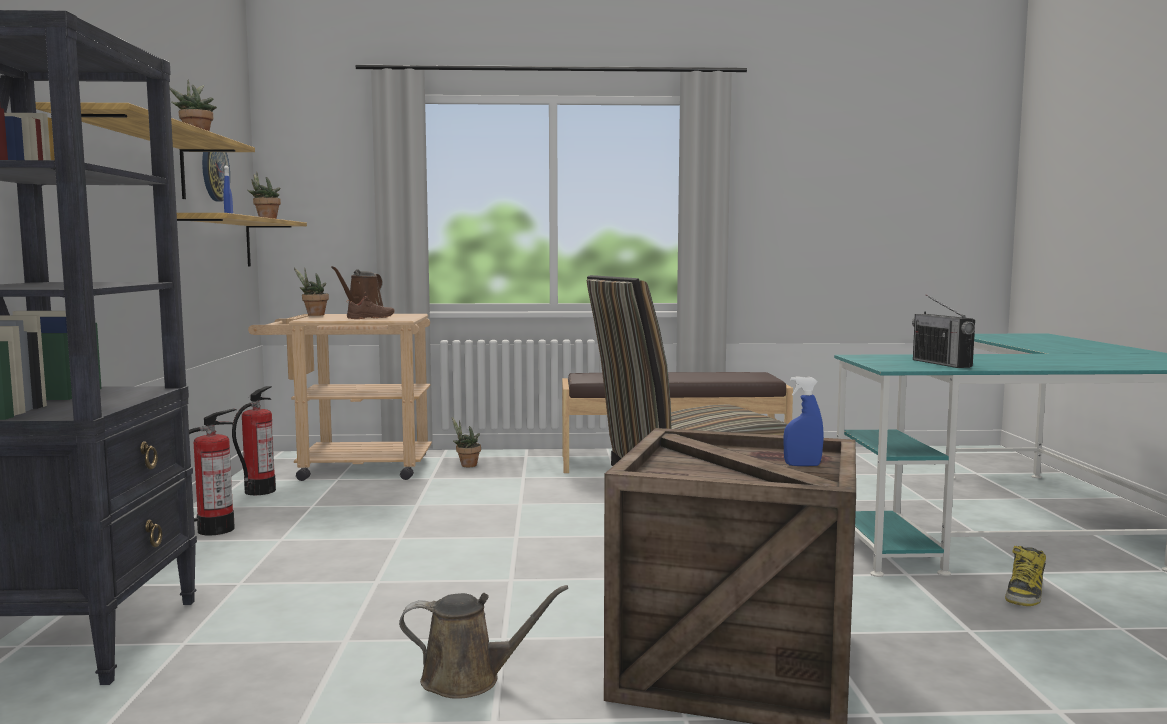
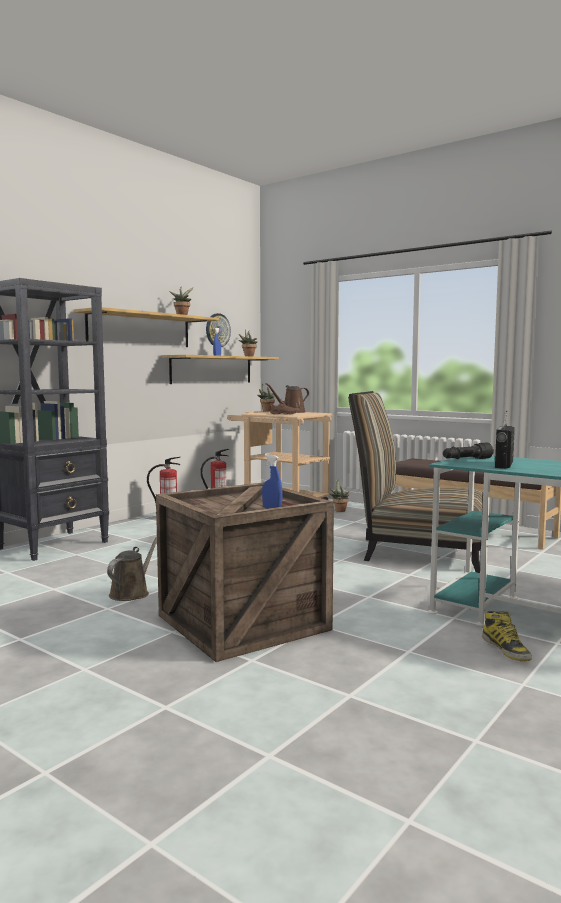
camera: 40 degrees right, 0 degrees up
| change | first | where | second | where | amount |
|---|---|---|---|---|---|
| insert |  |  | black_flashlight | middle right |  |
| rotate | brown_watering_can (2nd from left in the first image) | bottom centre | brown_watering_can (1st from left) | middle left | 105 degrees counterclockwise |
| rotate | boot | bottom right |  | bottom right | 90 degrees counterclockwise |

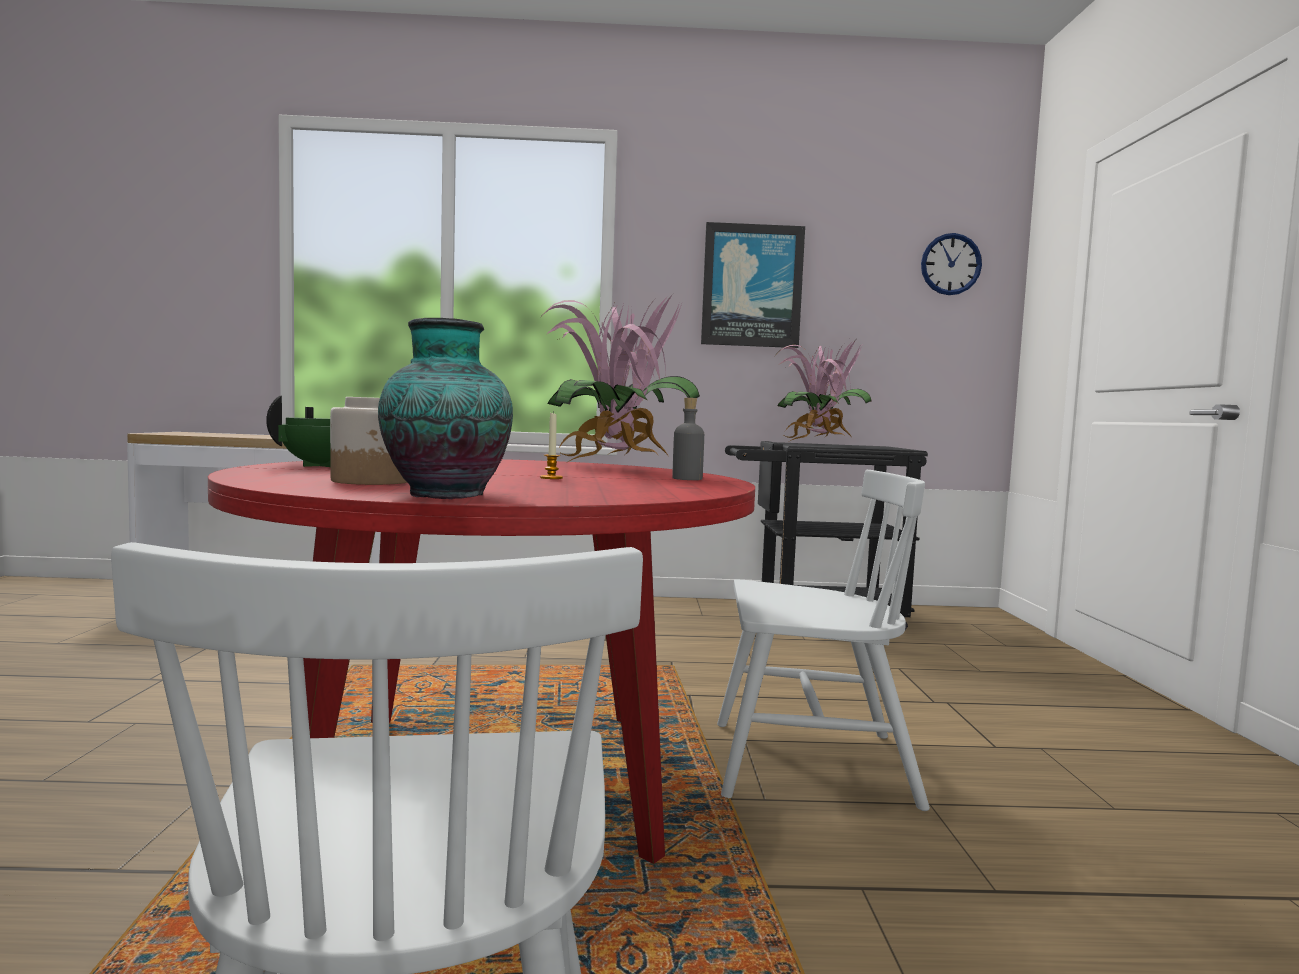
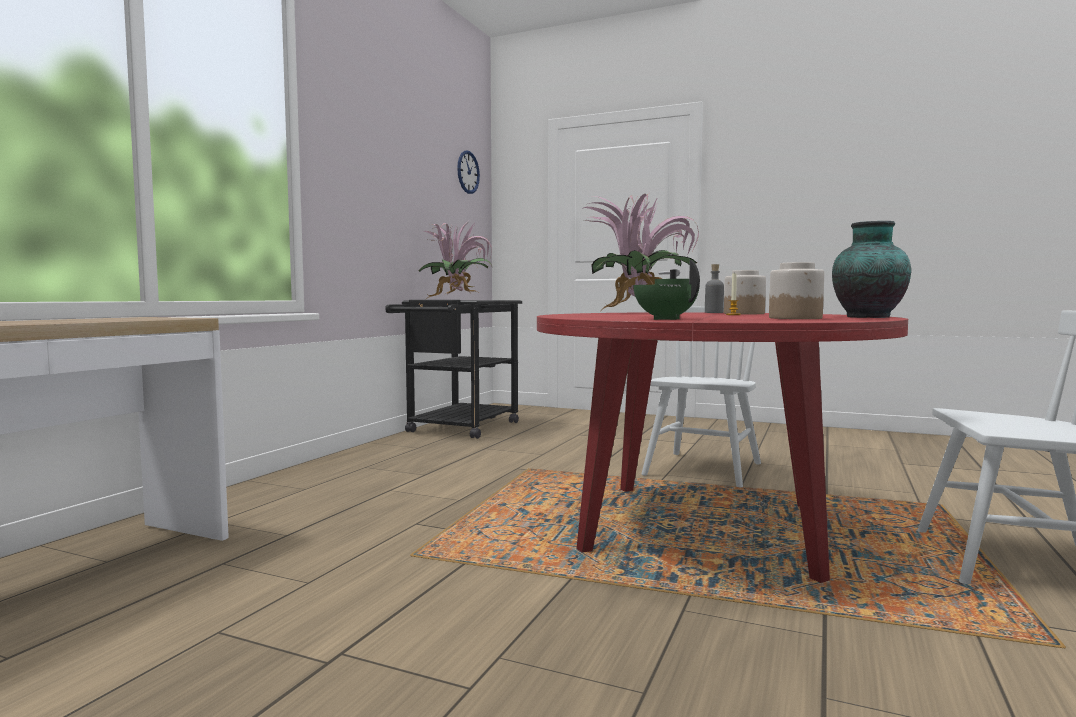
camera: 65 degrees left, 0 degrees up
| change | first | where | second | where | amount |
|---|---|---|---|---|---|
| delete | picture | top centre |  |  |  |
| insert |  |  | jar (1st from left) | middle right |  |

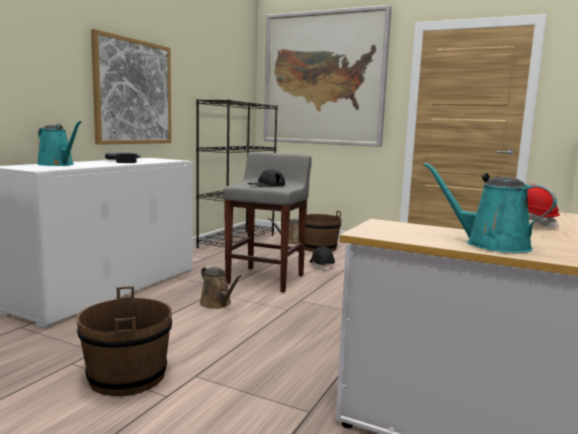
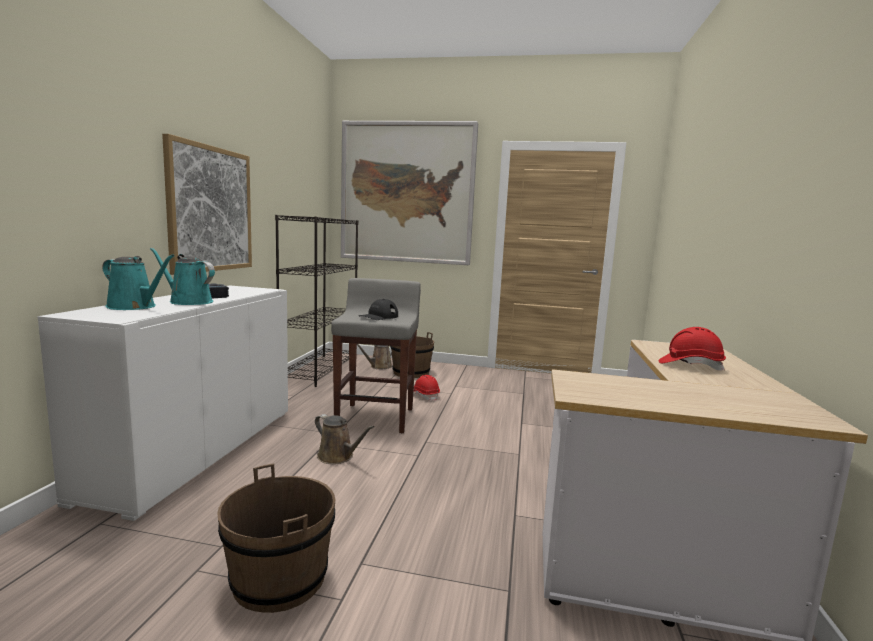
camera: 15 degrees left, 0 degrees up
| change | first | where | second | where | amount |
|---|---|---|---|---|---|
| move | turquoise_watering_can (2nd from left) | middle right |  | middle left |  |
| recolor | black_hard_hat | centre | red_hard_hat (1st from left) | centre |  |

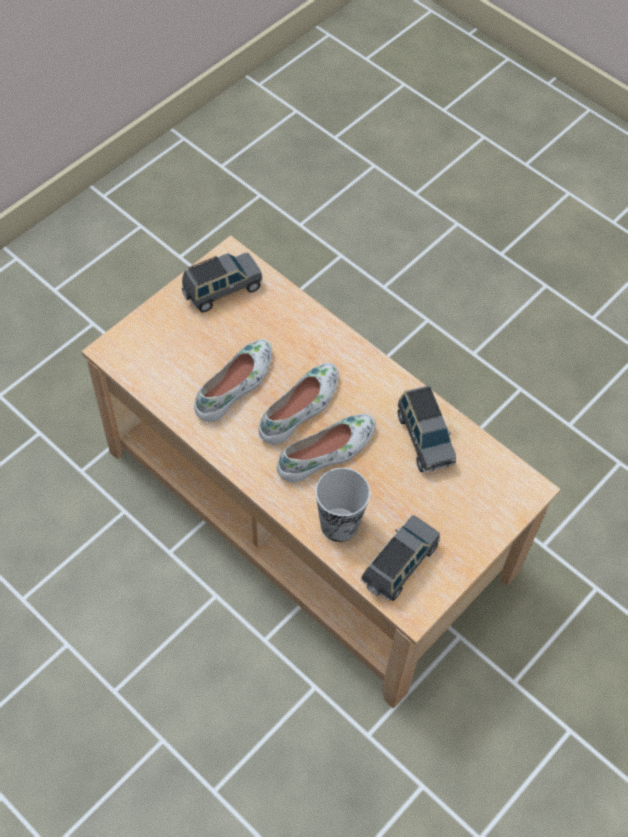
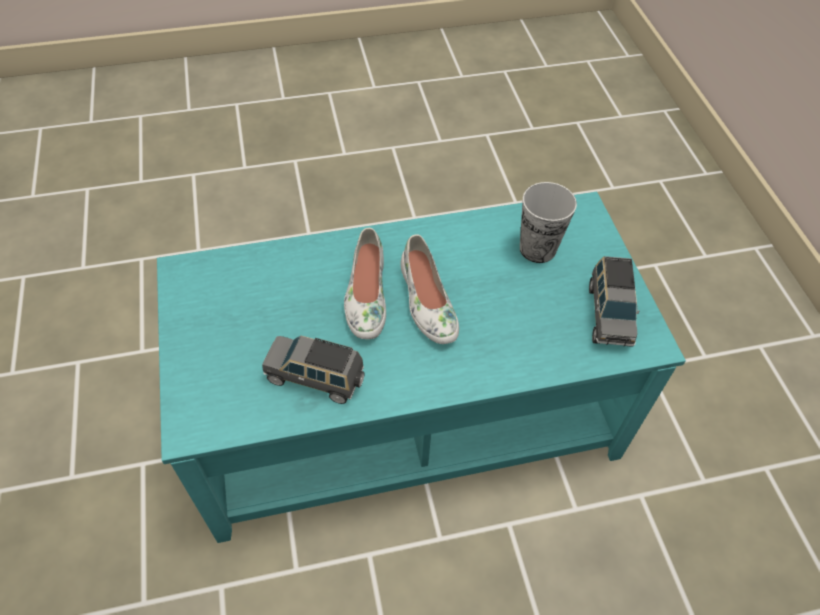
camera: 125 degrees right, 5 degrees down
| change | first | where | second | where | amount |
|---|---|---|---|---|---|
| delete | white_shoe (1st from left) | centre |  |  |  |
| delete | grey_toy_car (2nd from left) | bottom centre |  |  |  |
| move | cup | centre |  | middle right |  |
| recolor | beige_coffee_table | centre | turquoise_coffee_table | centre |  |

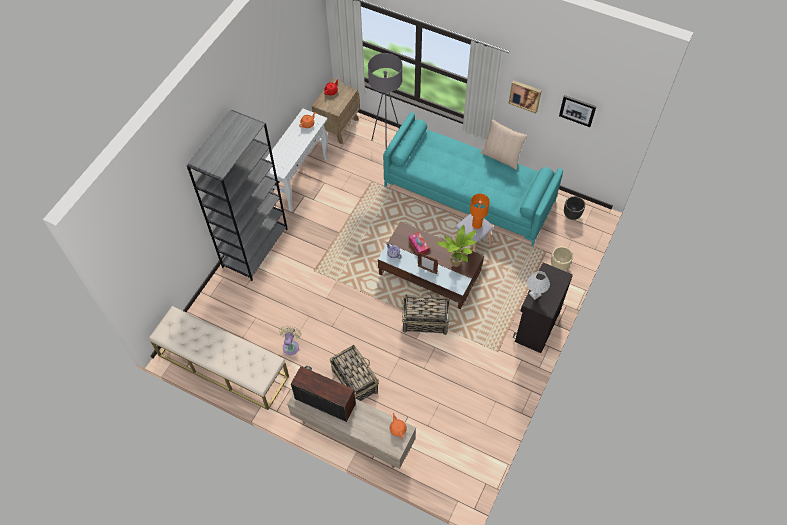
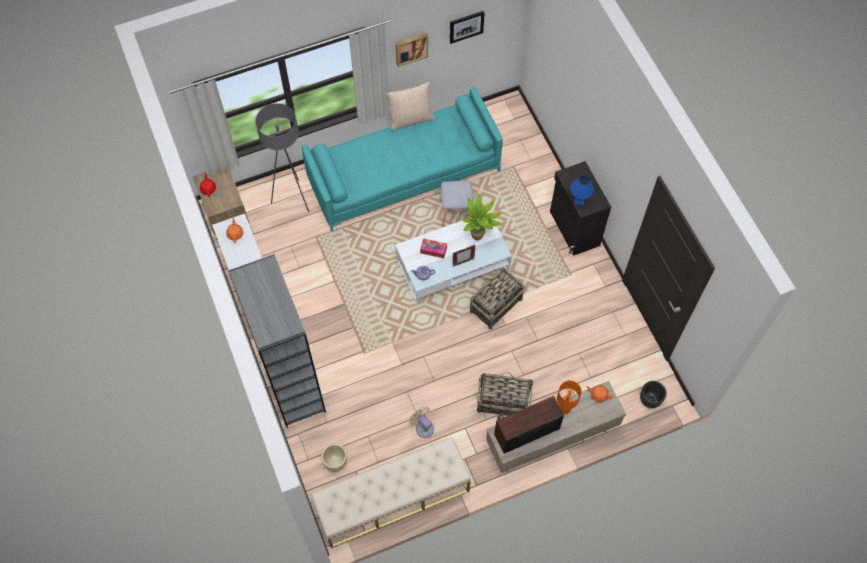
camera: 50 degrees left, 5 degrees up
| change | first | where | second | where | amount |
|---|---|---|---|---|---|
| move | orange_table_lamp | centre |  | bottom centre |  |
| move | beige_planter | middle right |  | bottom centre |  |
| move | black_planter | middle right |  | bottom right |  |
| recolor | brown_coffee_table | centre | white_coffee_table | centre |  |
| recolor | white_table_lamp | middle right | blue_table_lamp | middle right |  |

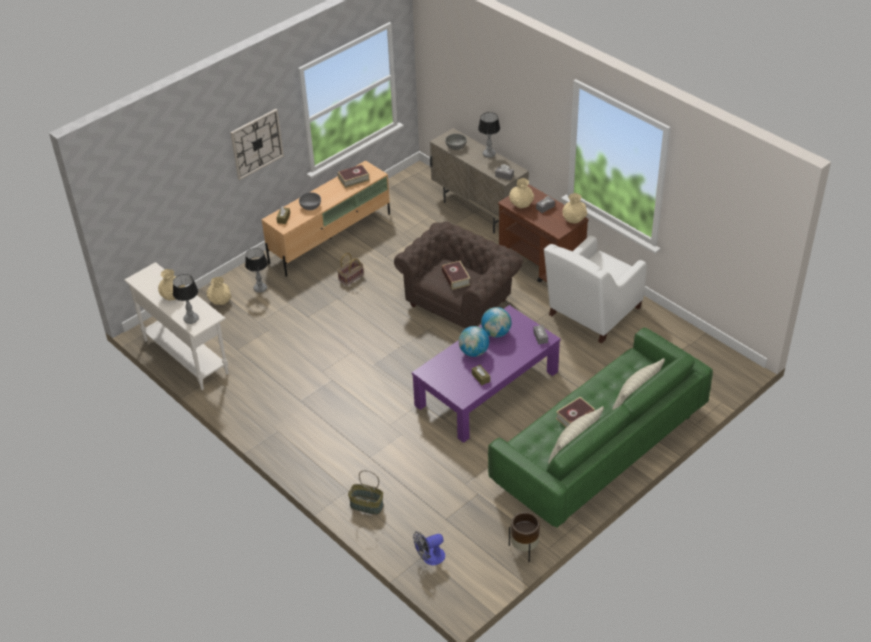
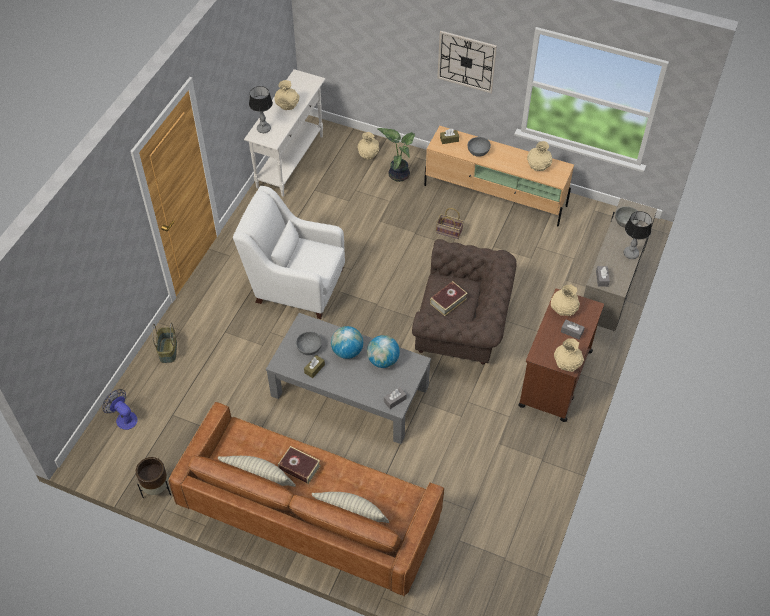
camera: 65 degrees right, 10 degrees up
| change | first | where | second | where | amount |
|---|---|---|---|---|---|
| insert |  |  | grey_bowl (1st from left) | centre |  |
| move | white_armchair | middle right |  | centre |  |
| replace | table_lamp (2nd from left) | middle left | potted_plant | top centre |  |
| replace | book (1st from left) | top centre | beige_vase (3rd from left) | top right |  |
| recolor | purple_coffee_table | centre | grey_coffee_table | centre |  |
| recolor | green_sofa | middle right | brown_sofa | bottom centre |  |

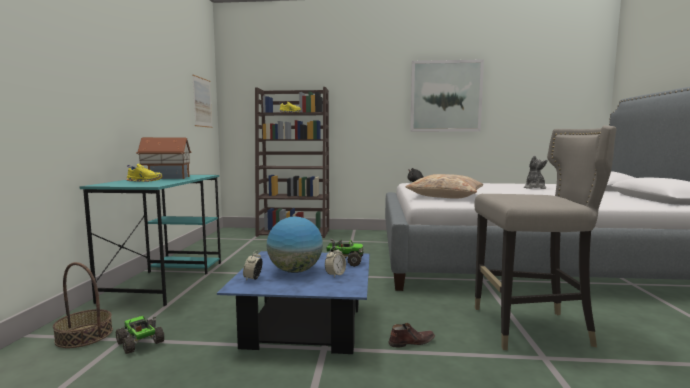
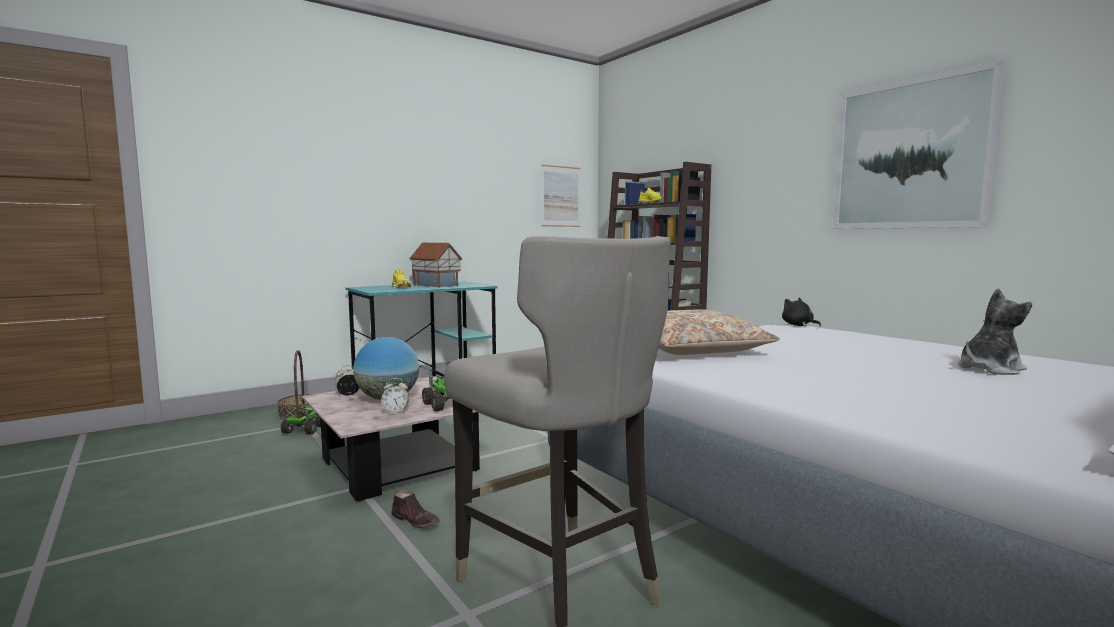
camera: 50 degrees right, 0 degrees up
| change | first | where | second | where | amount |
|---|---|---|---|---|---|
| recolor | blue_coffee_table | bottom centre | pink_coffee_table | bottom centre |  |

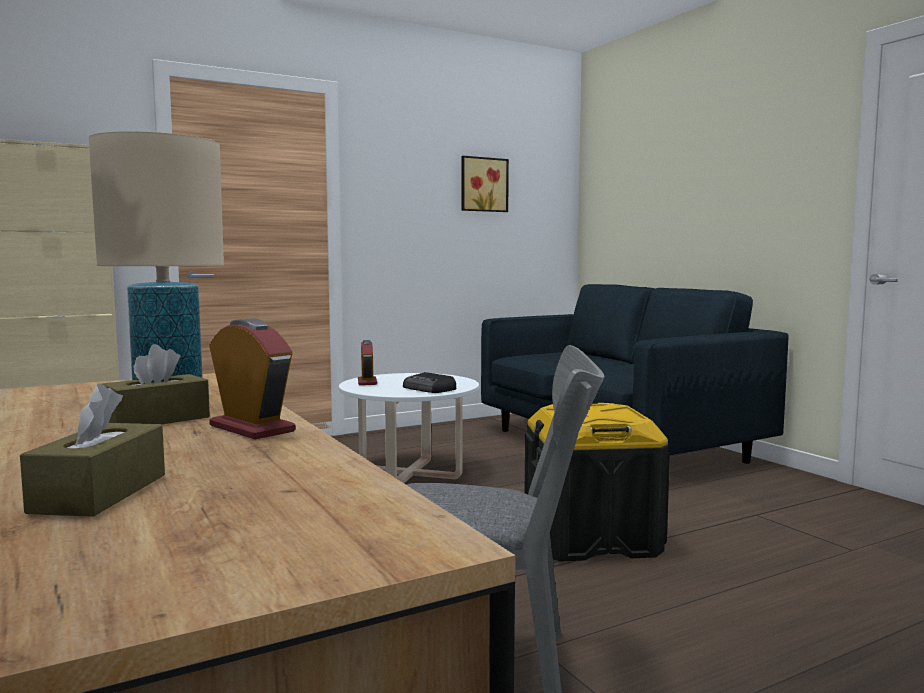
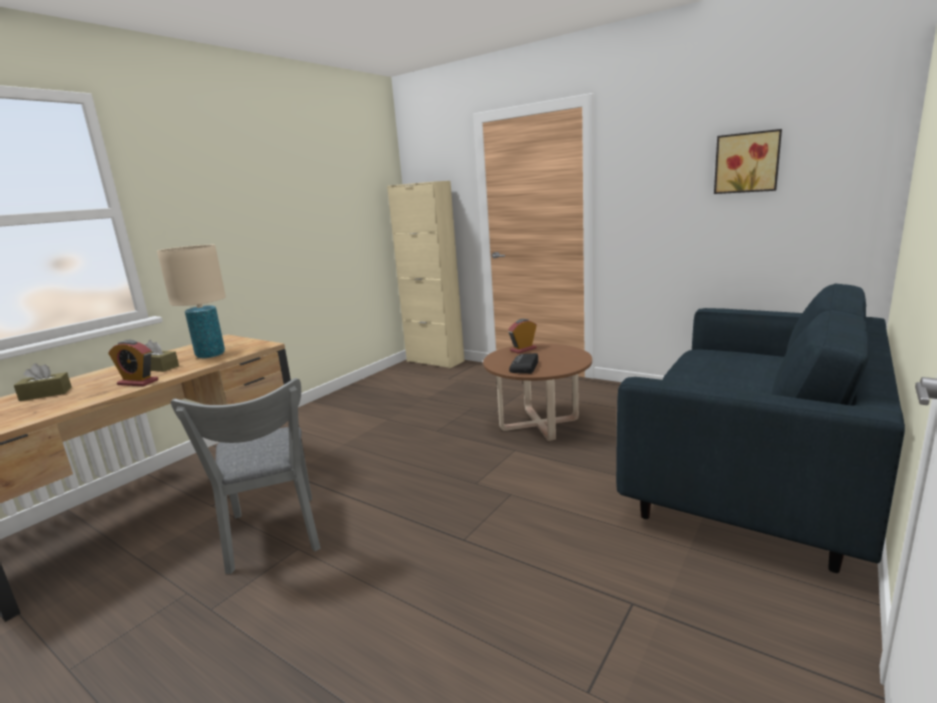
camera: 65 degrees right, 10 degrees up
| change | first | where | second | where | amount |
|---|---|---|---|---|---|
| delete | black_storage_box | bottom centre |  |  |  |
| recolor | white_coffee_table | centre | brown_coffee_table | centre |  |
| rotate | alarm_clock (1st from left) | middle left |  | middle left | 90 degrees clockwise |

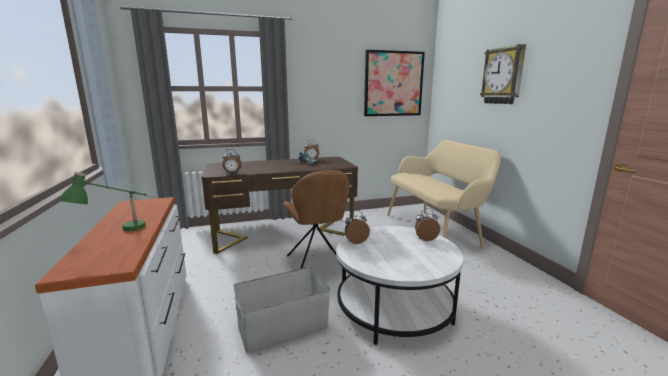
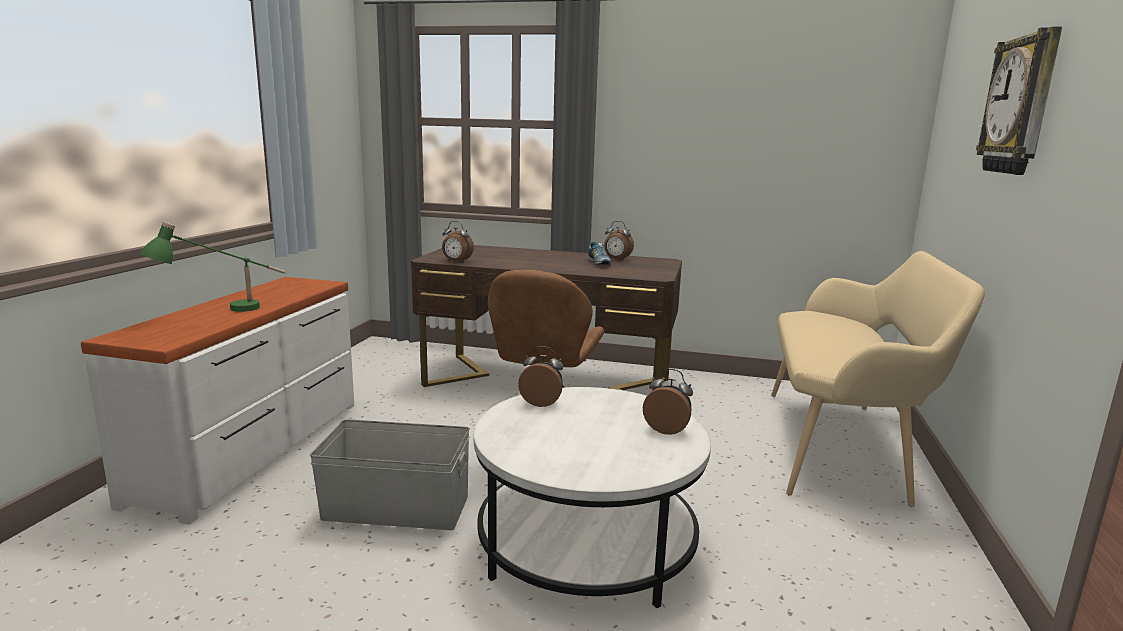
camera: 30 degrees right, 0 degrees up
| change | first | where | second | where | amount |
|---|---|---|---|---|---|
| delete | picture | top centre |  |  |  |

